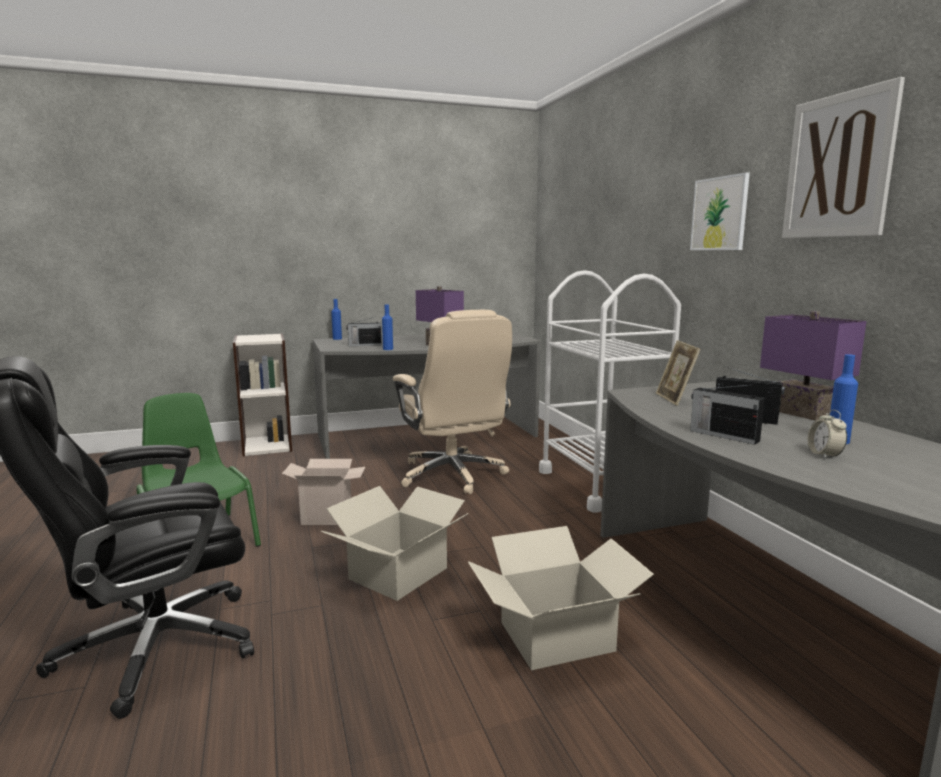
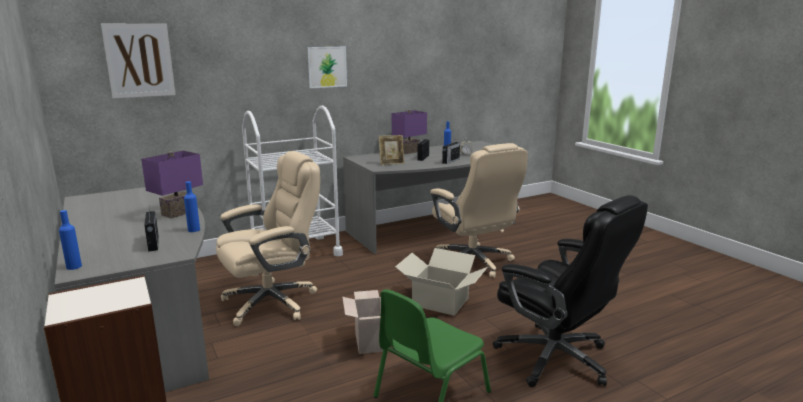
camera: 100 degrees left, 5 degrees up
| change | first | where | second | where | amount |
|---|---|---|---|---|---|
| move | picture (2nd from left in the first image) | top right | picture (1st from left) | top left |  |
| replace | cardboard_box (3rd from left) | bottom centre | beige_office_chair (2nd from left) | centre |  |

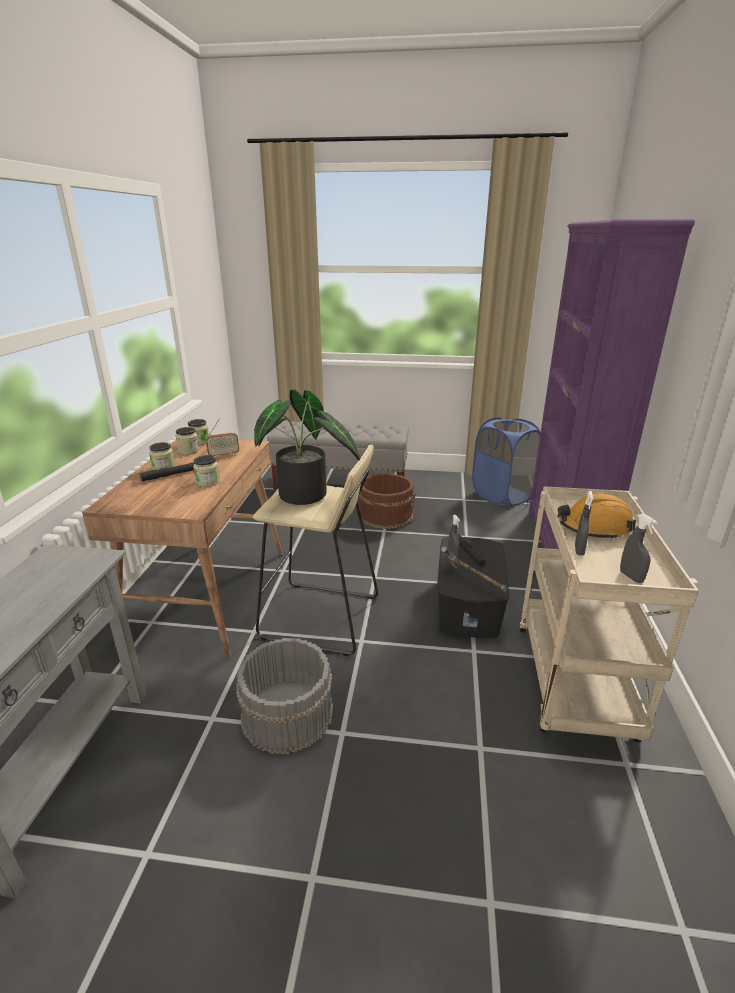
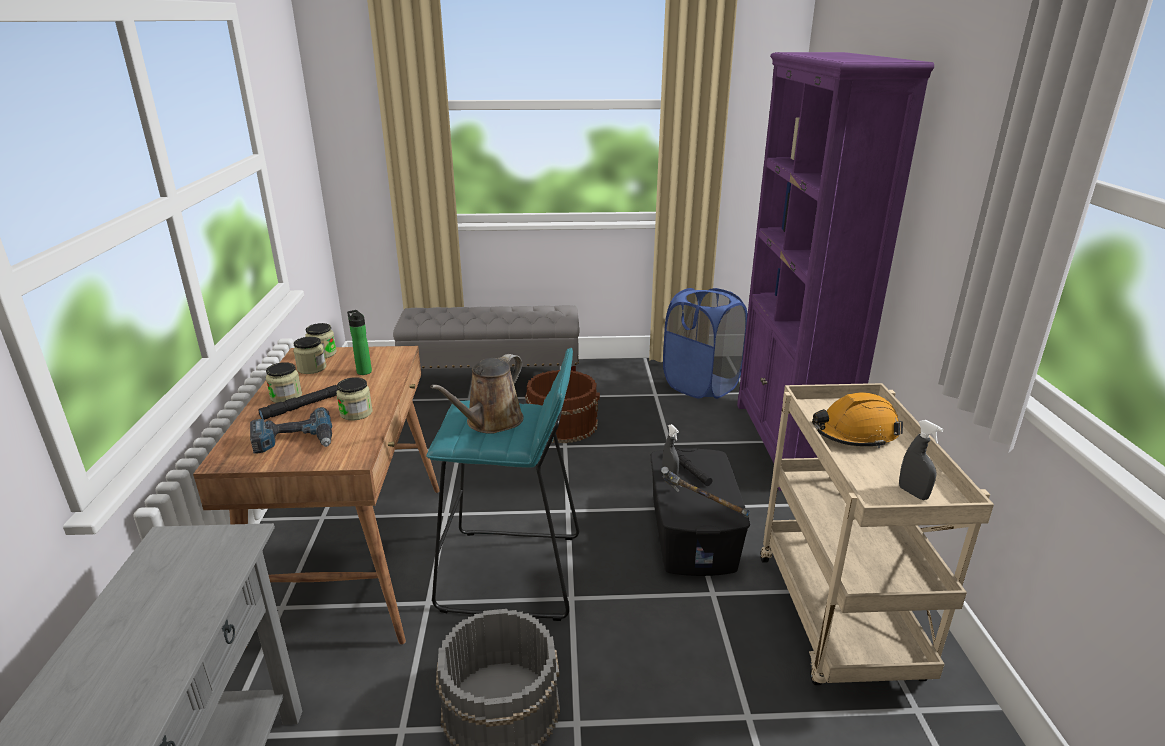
camera: 10 degrees left, 0 degrees up
| change | first | where | second | where | amount |
|---|---|---|---|---|---|
| delete | grey_spray_bottle (2nd from left) | middle right |  |  |  |
| insert |  |  | power_drill | middle left |  |
| replace | radio | middle left | bottle | middle left |  |
| replace | potted_plant | centre | brown_watering_can | centre |  |
| recolor | beige_stool | centre | turquoise_stool | centre |  |

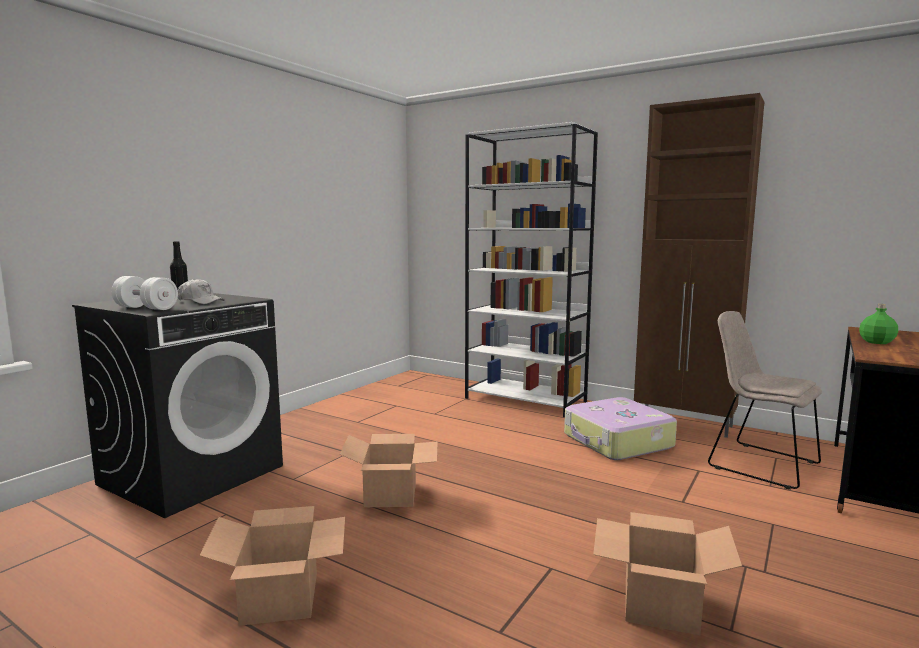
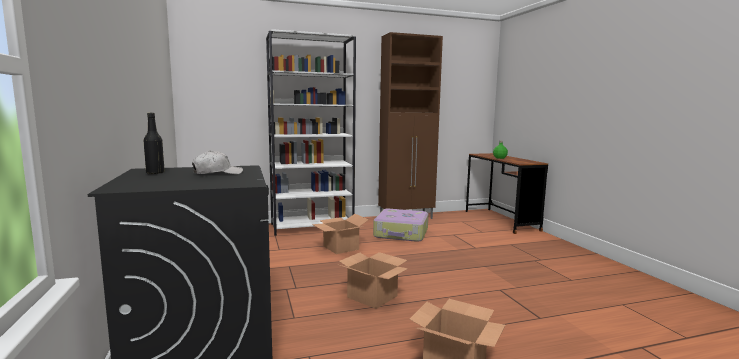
camera: 50 degrees left, 0 degrees up
| change | first | where | second | where | amount |
|---|---|---|---|---|---|
| delete | white_dumbbell | middle left |  |  |  |
| delete | beige_chair | middle right |  |  |  |
| move | cardboard_box (3rd from left in the first image) | bottom right | cardboard_box (1st from left) | centre |  |

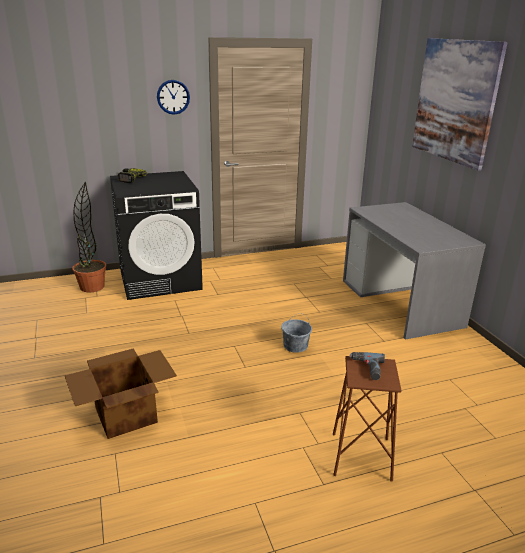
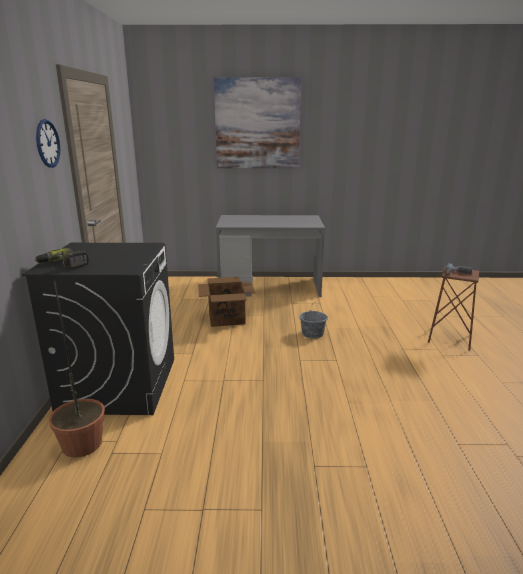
camera: 70 degrees left, 5 degrees down
| change | first | where | second | where | amount |
|---|---|---|---|---|---|
| move | cardboard_box | bottom left |  | centre |  |

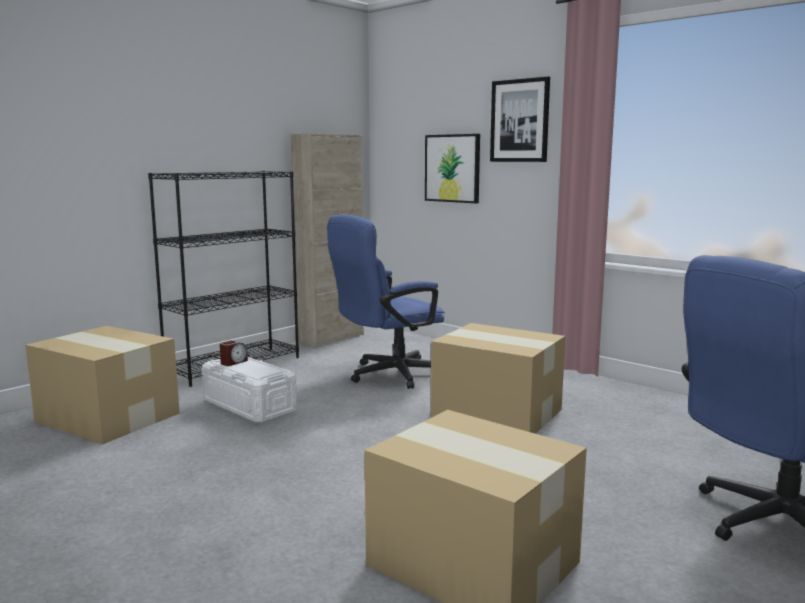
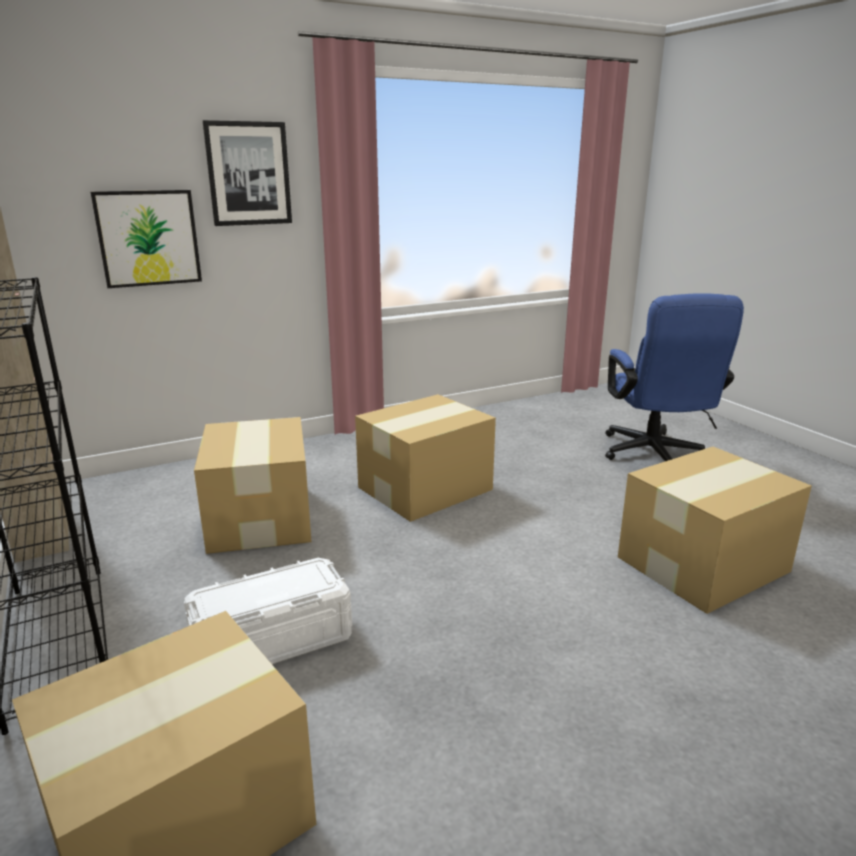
camera: 70 degrees left, 10 degrees up
| change | first | where | second | where | amount |
|---|---|---|---|---|---|
| delete | alarm_clock | middle left |  |  |  |
| replace | blue_office_chair (1st from left) | centre | cardboard_box (2nd from left) | middle left |  |

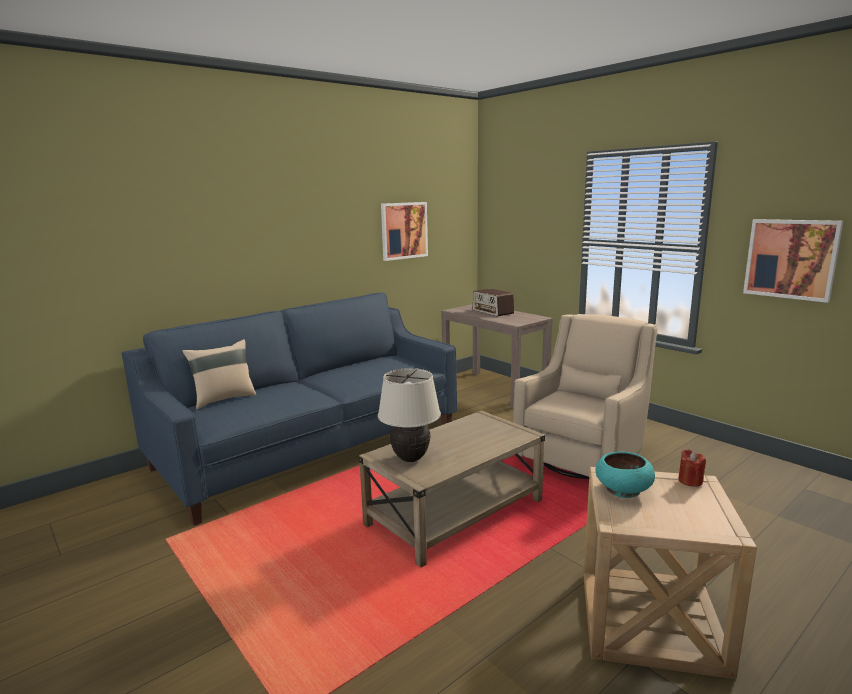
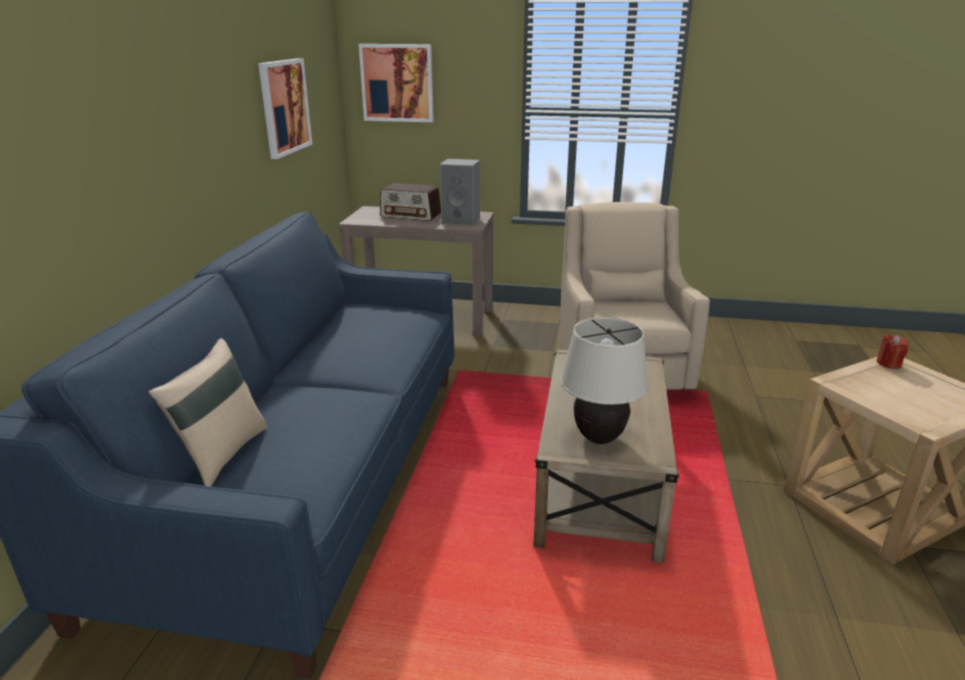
camera: 40 degrees left, 10 degrees up
| change | first | where | second | where | amount |
|---|---|---|---|---|---|
| delete | turquoise_bowl | bottom right |  |  |  |
| insert |  |  | grey_speaker | top centre |  |
| move | picture (2nd from left) | middle right |  | top centre |  |

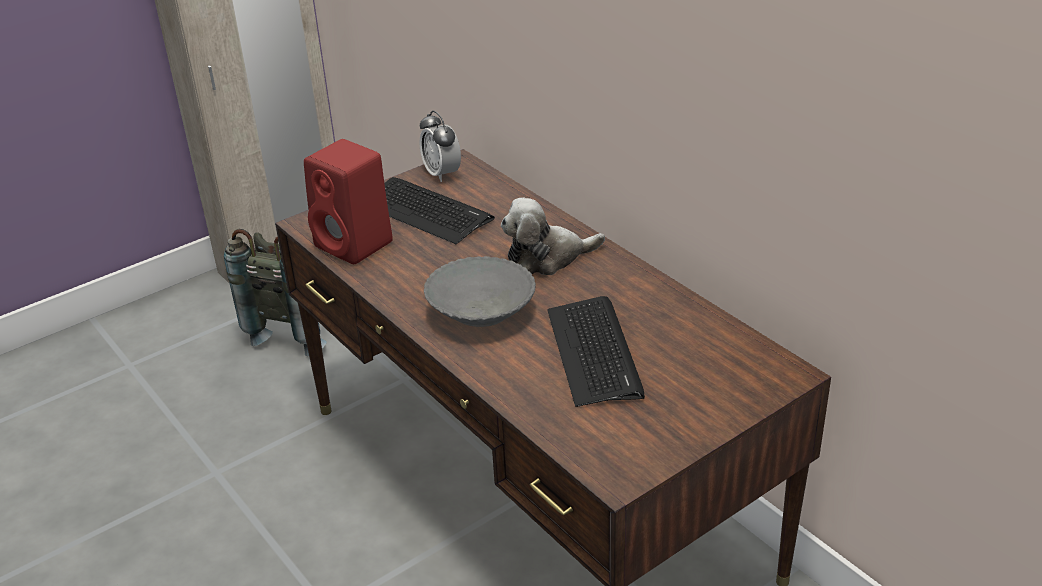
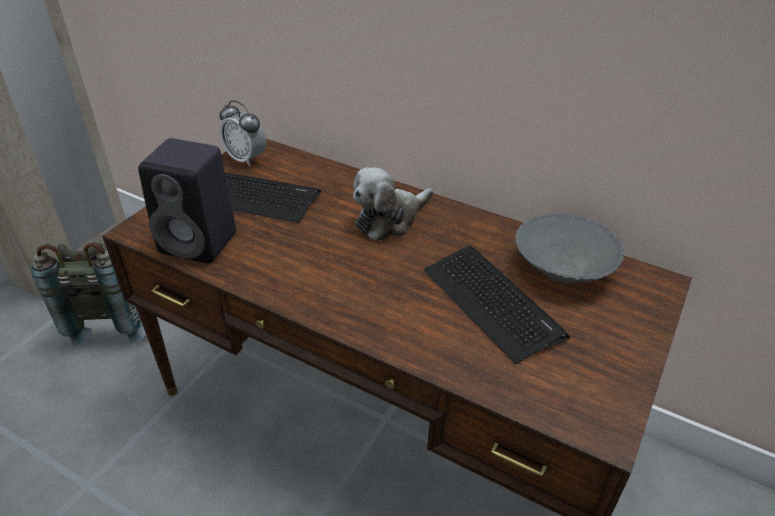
camera: 25 degrees left, 5 degrees up
| change | first | where | second | where | amount |
|---|---|---|---|---|---|
| move | grey_bowl | centre |  | middle right |  |
| recolor | red_speaker | centre | black_speaker | middle left |  |

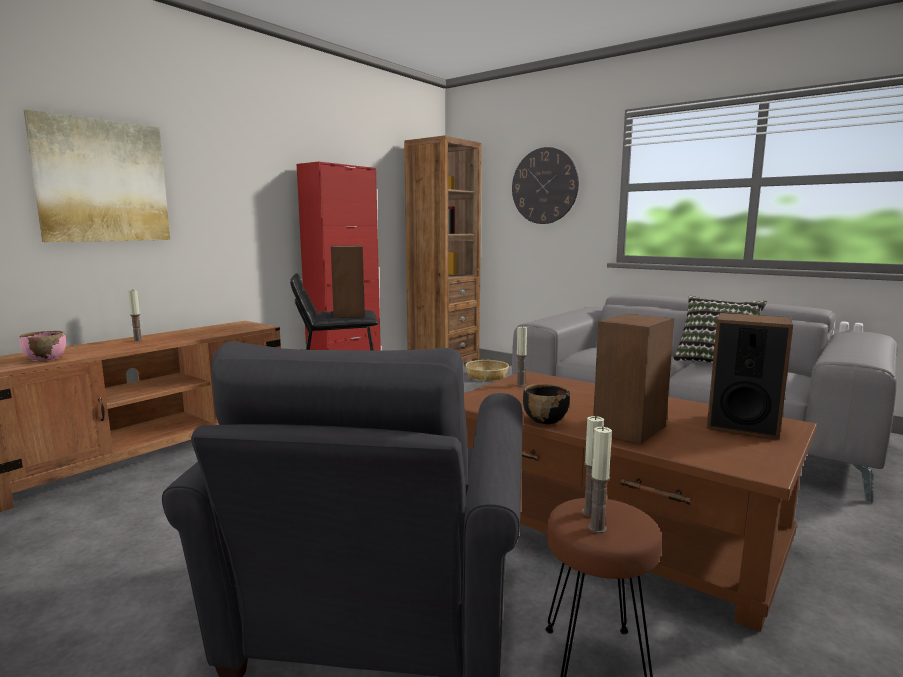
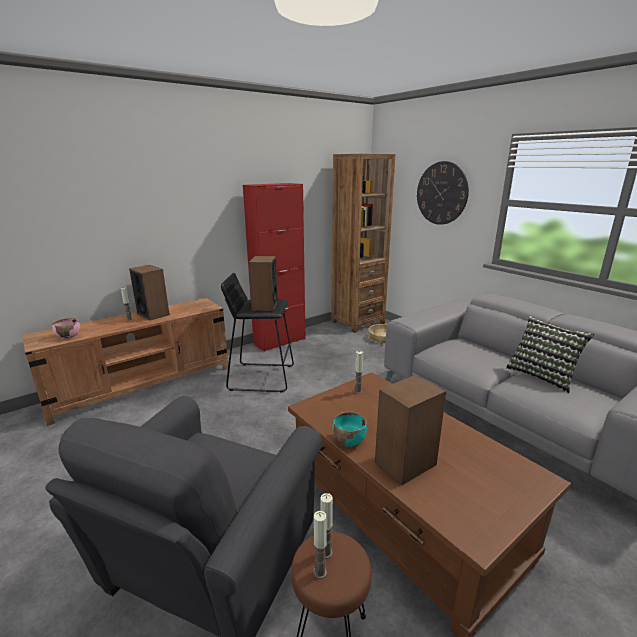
camera: 15 degrees right, 10 degrees up
| change | first | where | second | where | amount |
|---|---|---|---|---|---|
| delete | picture | top left |  |  |  |
| move | speaker (3rd from left in the first image) | middle right | speaker (1st from left) | middle left |  |
| recolor | black_bowl | centre | turquoise_bowl | bottom centre |  |

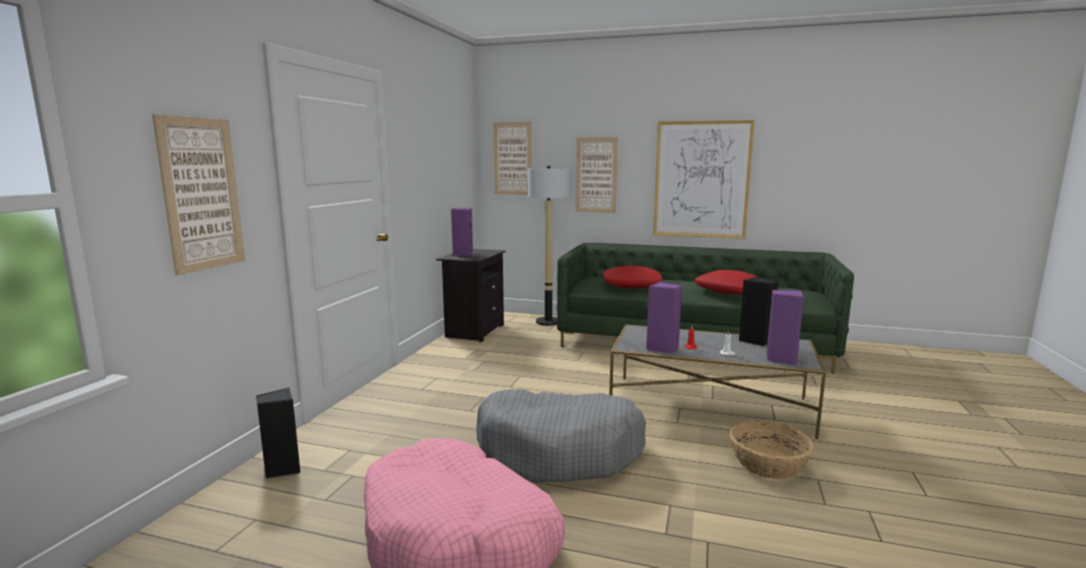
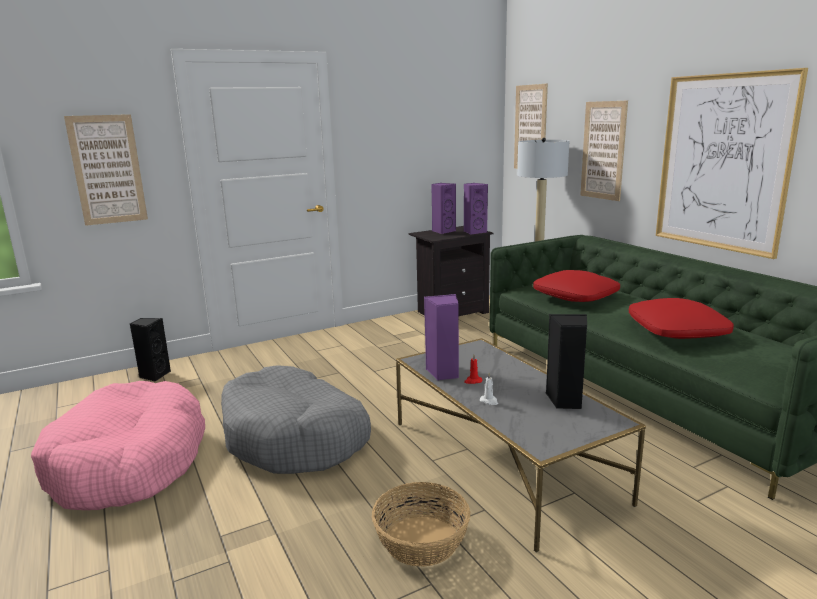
camera: 45 degrees right, 5 degrees up
| change | first | where | second | where | amount |
|---|---|---|---|---|---|
| move | purple_speaker (3rd from left) | middle right |  | centre |  |

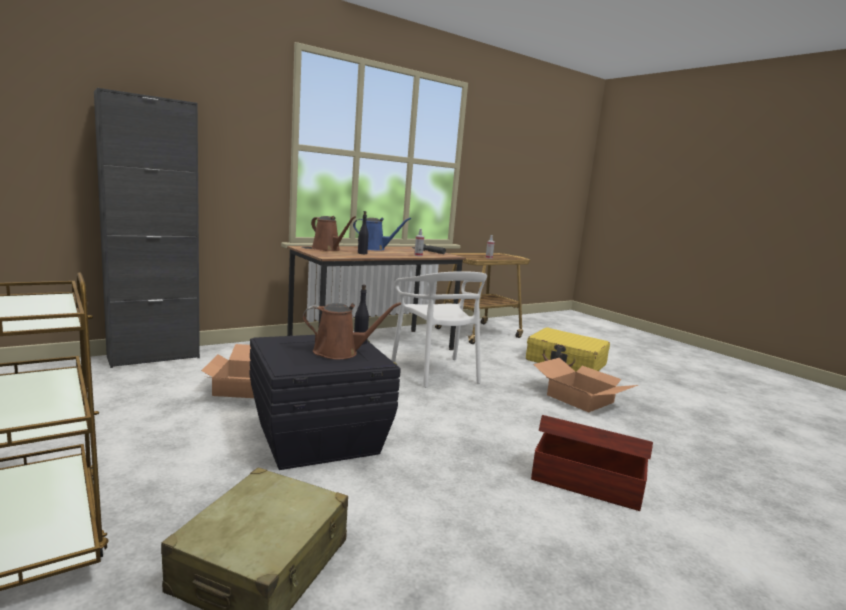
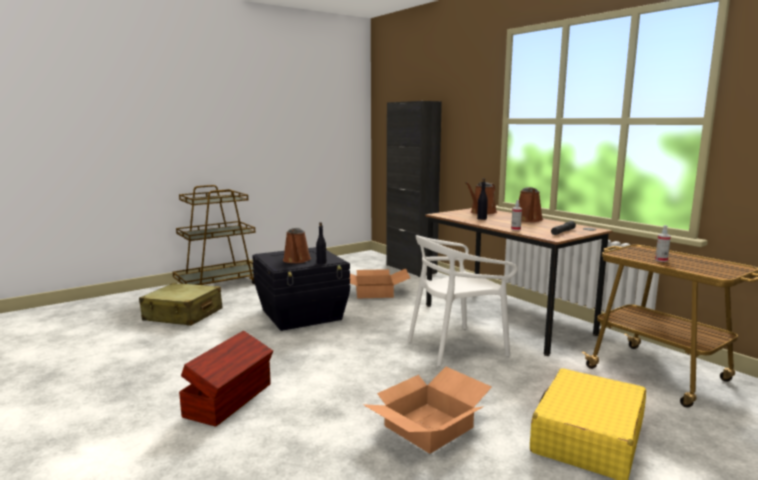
camera: 90 degrees right, 0 degrees up
| change | first | where | second | where | amount |
|---|---|---|---|---|---|
| recolor | blue_watering_can | centre | brown_watering_can (3rd from left) | middle right |  |

